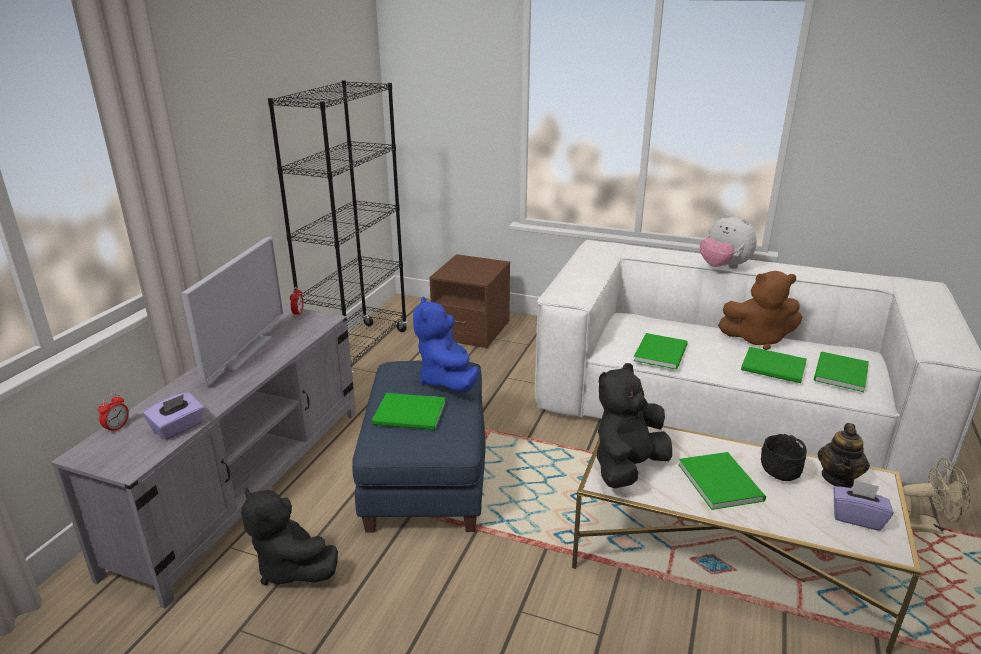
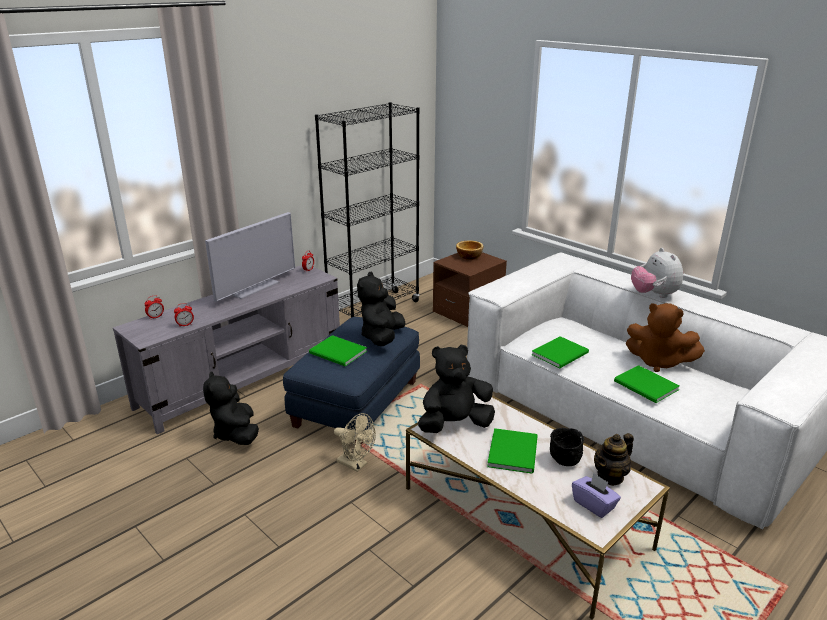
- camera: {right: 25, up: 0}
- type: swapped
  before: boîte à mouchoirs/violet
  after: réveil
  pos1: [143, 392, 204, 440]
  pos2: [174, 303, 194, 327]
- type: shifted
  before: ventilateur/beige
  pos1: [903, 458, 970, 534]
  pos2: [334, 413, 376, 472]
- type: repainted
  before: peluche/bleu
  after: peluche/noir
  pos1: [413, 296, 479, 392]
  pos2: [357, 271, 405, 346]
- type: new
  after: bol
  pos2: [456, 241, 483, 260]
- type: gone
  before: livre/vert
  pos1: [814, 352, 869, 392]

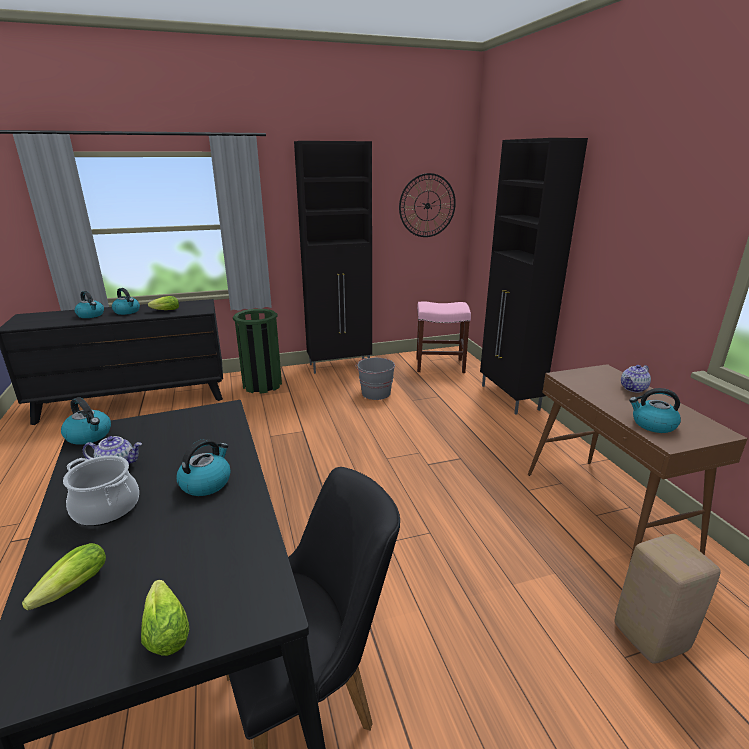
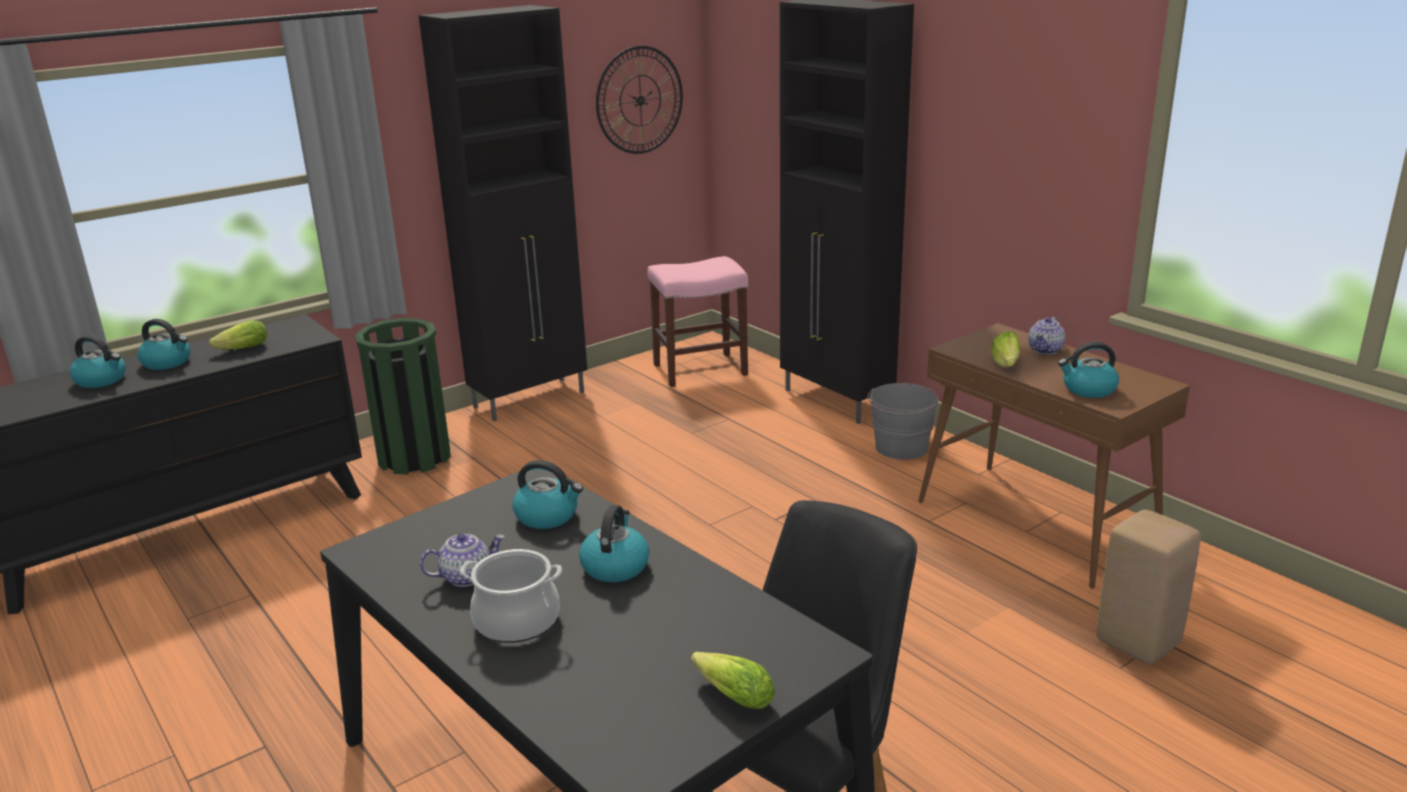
- camera: {right: -20, up: 0}
- type: shifted
  before: bouilloire
  pos1: [61, 397, 111, 445]
  pos2: [512, 460, 583, 529]
- type: shifted
  before: seau/gris
  pos1: [356, 358, 395, 400]
  pos2: [868, 383, 938, 460]
- type: shifted
  before: laitue
  pos1: [22, 543, 106, 611]
  pos2: [991, 331, 1020, 367]

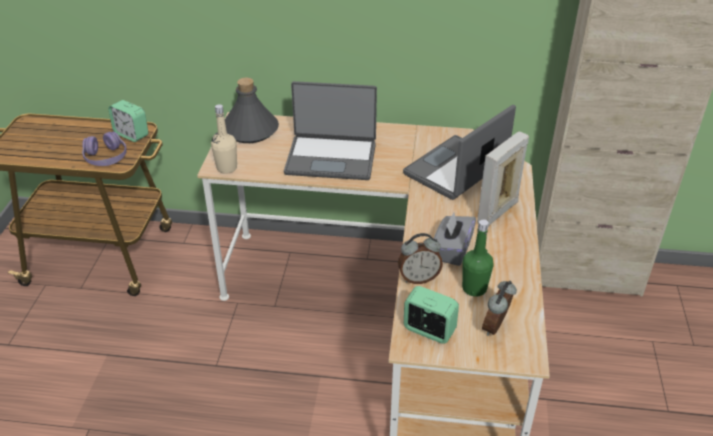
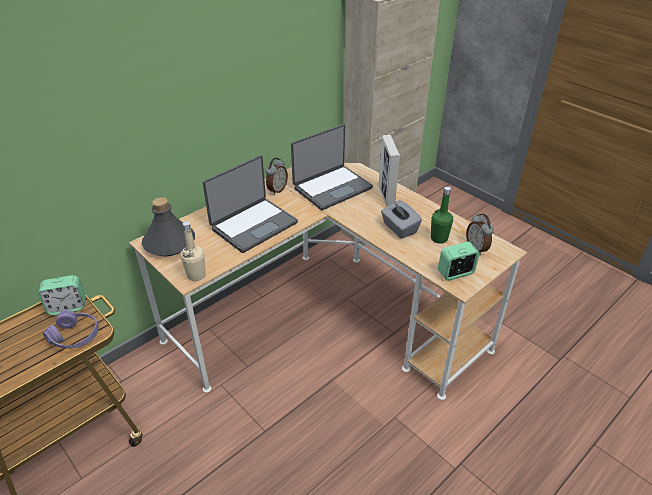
- camera: {right: -50, up: 0}
- type: shifted
  before: réveil
  pos1: [398, 233, 443, 284]
  pos2: [266, 158, 288, 195]
- type: rotated
  before: ordinateur portable
  pos1: [403, 105, 516, 200]
  pos2: [291, 124, 373, 210]
  turn: -120

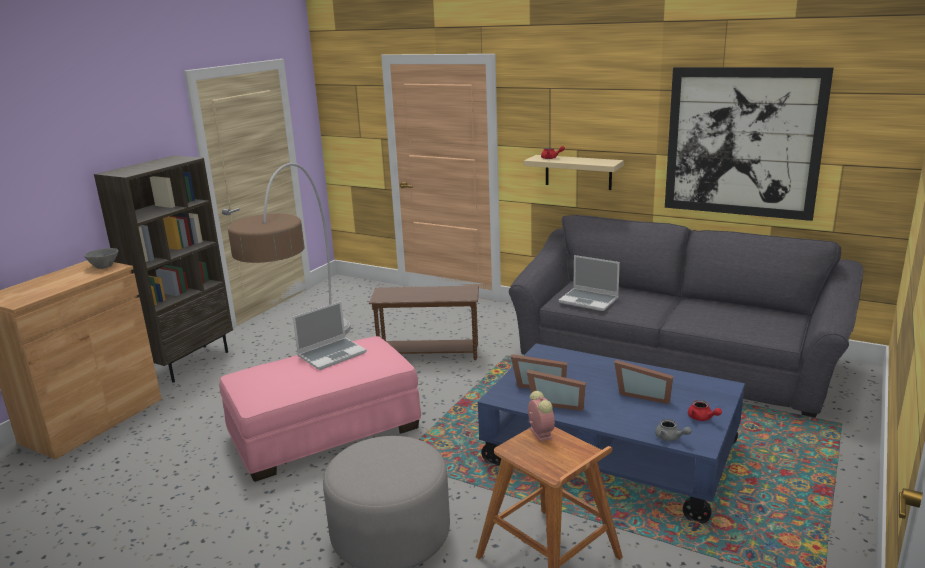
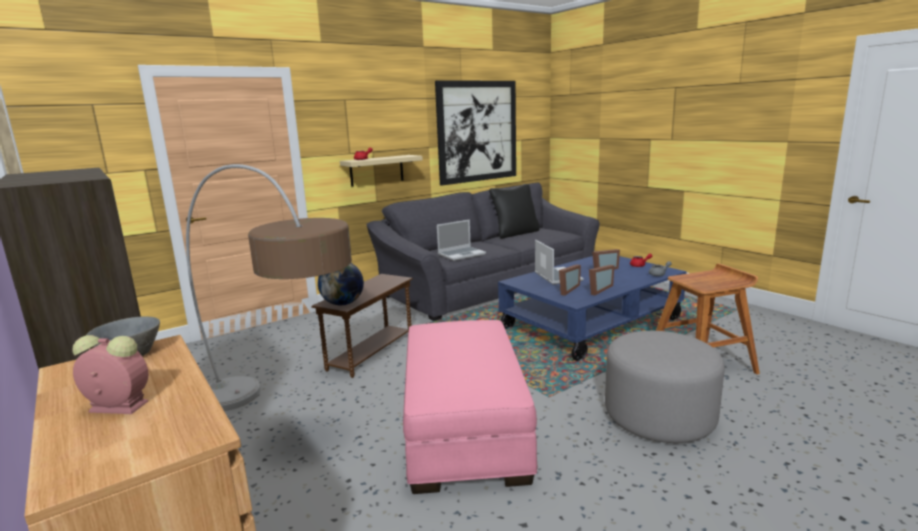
- camera: {right: -65, up: -5}
- type: shifted
  before: réveil
  pos1: [528, 391, 555, 442]
  pos2: [72, 335, 148, 414]
- type: new
  after: globe
  pos2: [318, 263, 364, 305]
- type: new
  after: coussin/noir
  pos2: [489, 184, 540, 238]
- type: shifted
  before: ordinateur portable
  pos1: [293, 301, 367, 370]
  pos2: [535, 240, 584, 285]

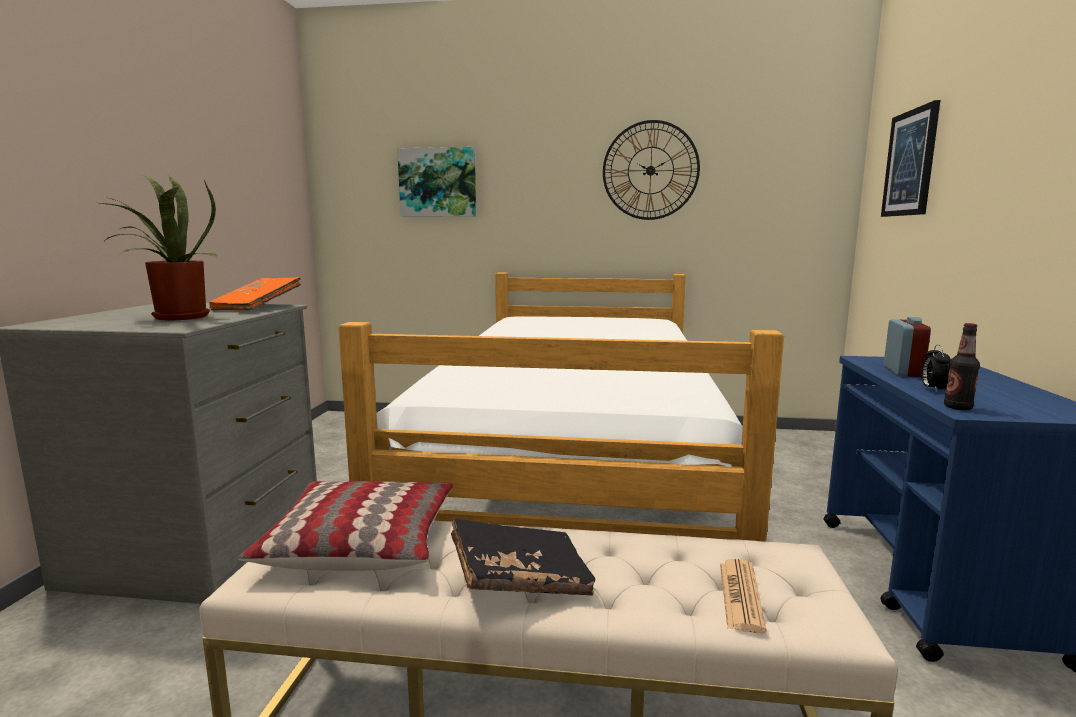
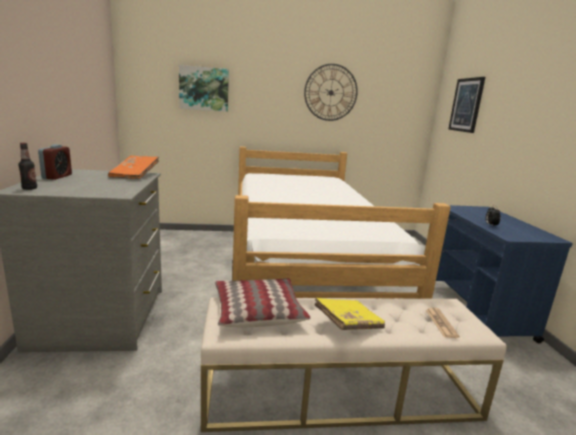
- camera: {right: -15, up: 5}
- type: shifted
  before: bouteille
  pos1: [944, 323, 980, 410]
  pos2: [18, 143, 37, 190]
- type: shifted
  before: réveil
  pos1: [884, 317, 931, 377]
  pos2: [38, 144, 72, 180]
- type: repainted
  before: livre/noir
  after: livre/jaune
  pos1: [451, 519, 595, 596]
  pos2: [314, 298, 385, 330]
- type: gone
  before: plante en pot
  pos1: [101, 175, 218, 320]

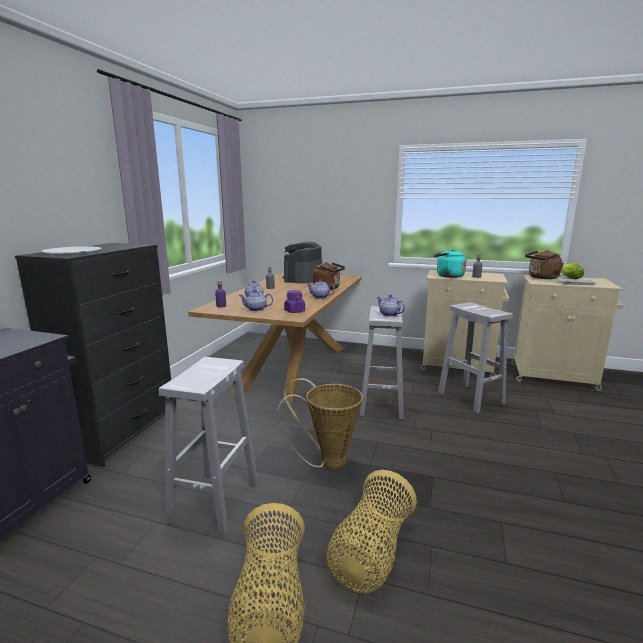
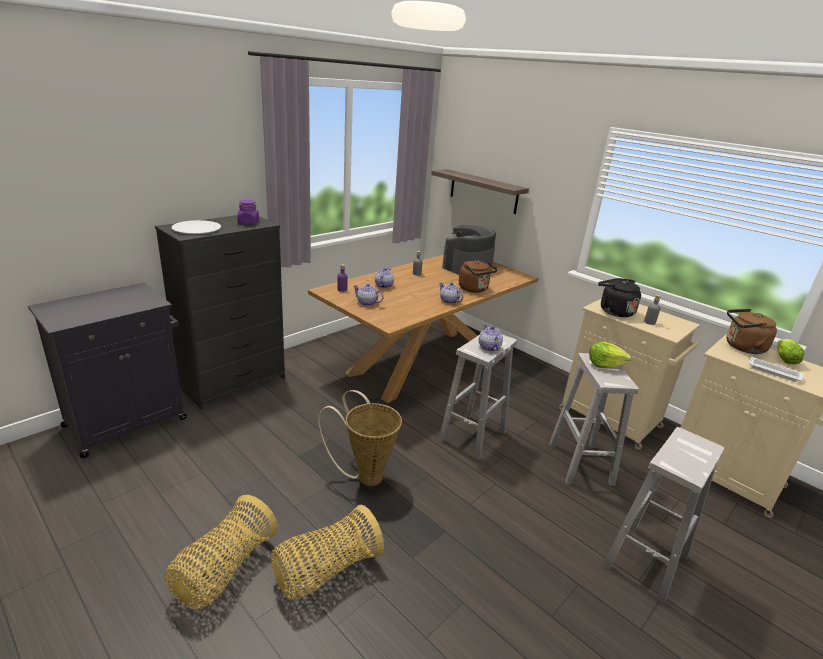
- camera: {right: 25, up: 10}
- type: shifted
  before: bocal/violet
  pos1: [284, 290, 305, 313]
  pos2: [238, 200, 259, 225]
- type: new
  after: étagère
  pos2: [431, 169, 529, 214]
- type: new
  after: laitue
  pos2: [589, 341, 631, 369]
- type: repainted
  before: bouilloire/turquoise
  after: bouilloire/noir
  pos1: [434, 249, 466, 278]
  pos2: [598, 278, 641, 317]
- type: shifted
  before: tabouret/blanc
  pos1: [159, 357, 258, 536]
  pos2: [603, 427, 725, 605]

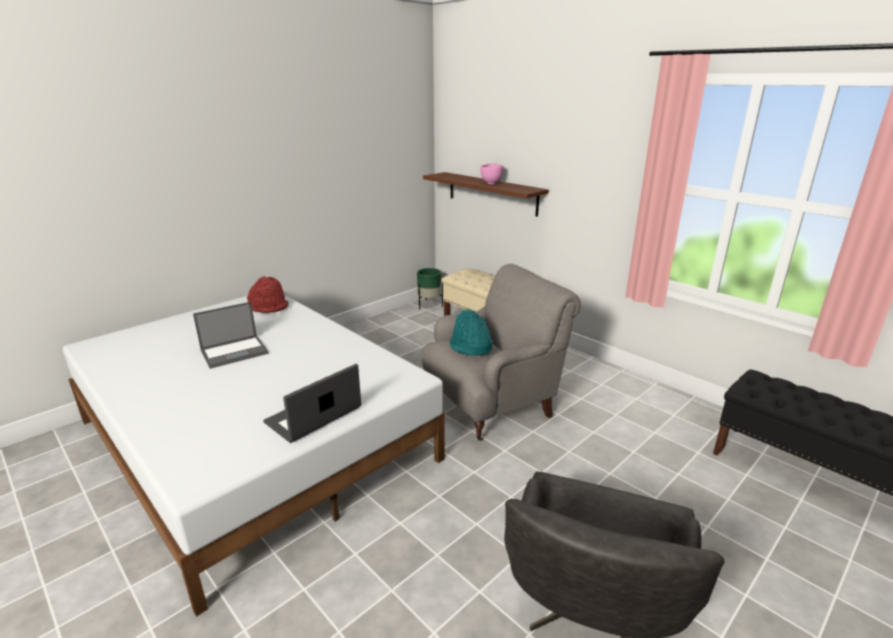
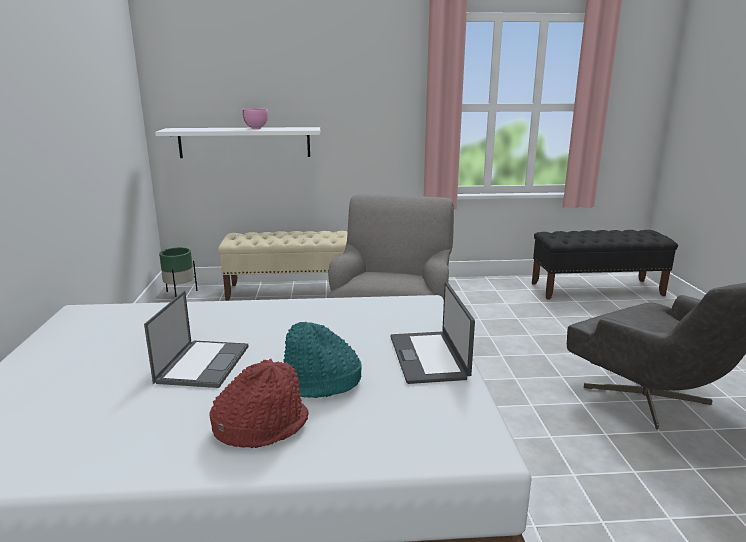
- camera: {right: -50, up: -5}
- type: repainted
  before: étagère/marron
  after: étagère/blanc
  pos1: [423, 172, 549, 216]
  pos2: [155, 127, 320, 158]
- type: shifted
  before: chapeau/rouge
  pos1: [247, 276, 289, 313]
  pos2: [209, 359, 309, 448]
- type: shifted
  before: chapeau/turquoise
  pos1: [450, 309, 492, 356]
  pos2: [283, 322, 362, 398]

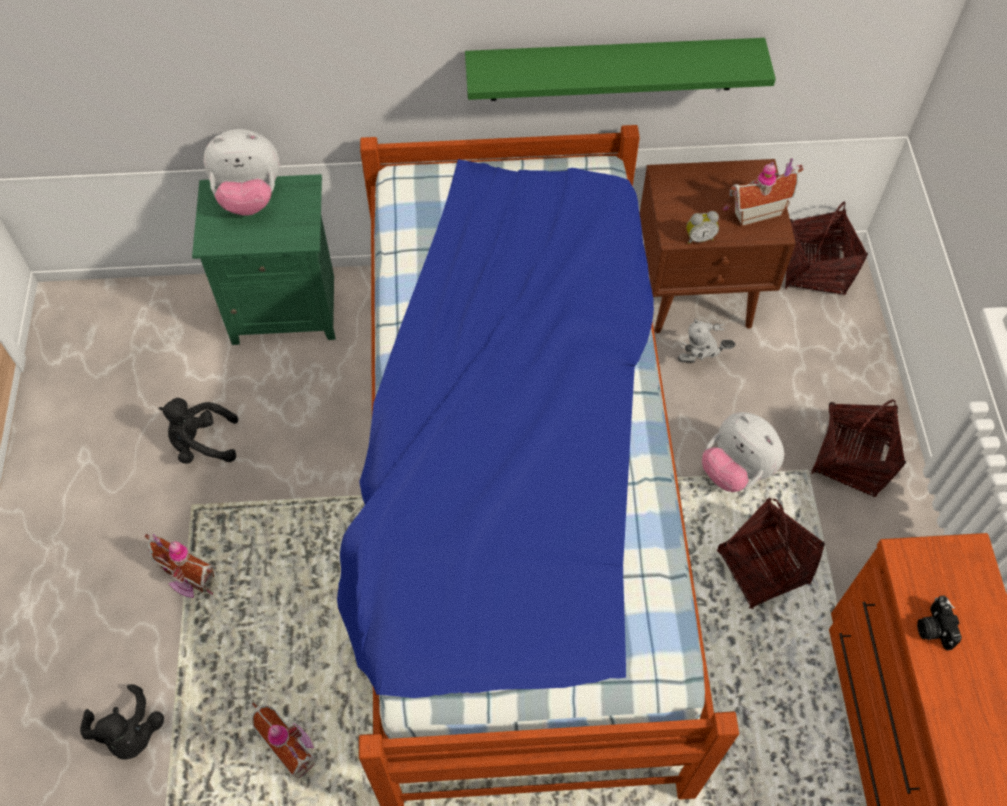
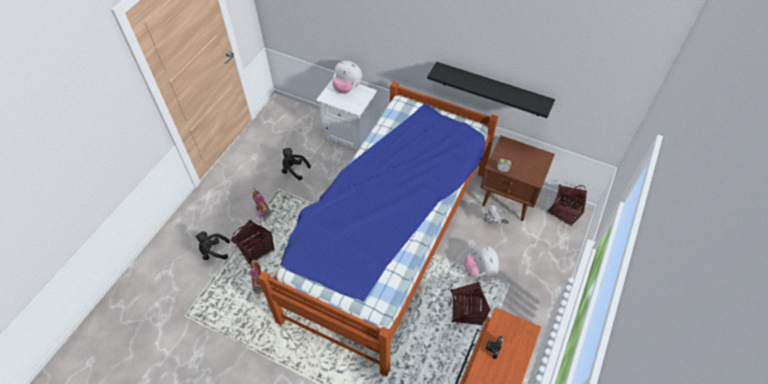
- camera: {right: 30, up: -5}
- type: rotated
  before: peluche/noir
  pos1: [80, 684, 164, 760]
  pos2: [195, 231, 230, 260]
  turn: 90
- type: shifted
  before: panier
  pos1: [811, 399, 906, 498]
  pos2: [231, 219, 274, 265]
- type: repainted
  before: table de chevet/vert
  after: table de chevet/blanc
  pos1: [192, 174, 336, 345]
  pos2: [316, 80, 377, 150]
- type: repainted
  before: étagère/vert
  after: étagère/noir
  pos1: [465, 38, 776, 101]
  pos2: [427, 62, 555, 118]
- type: gone
  before: maison miniature
  pos1: [723, 158, 803, 227]

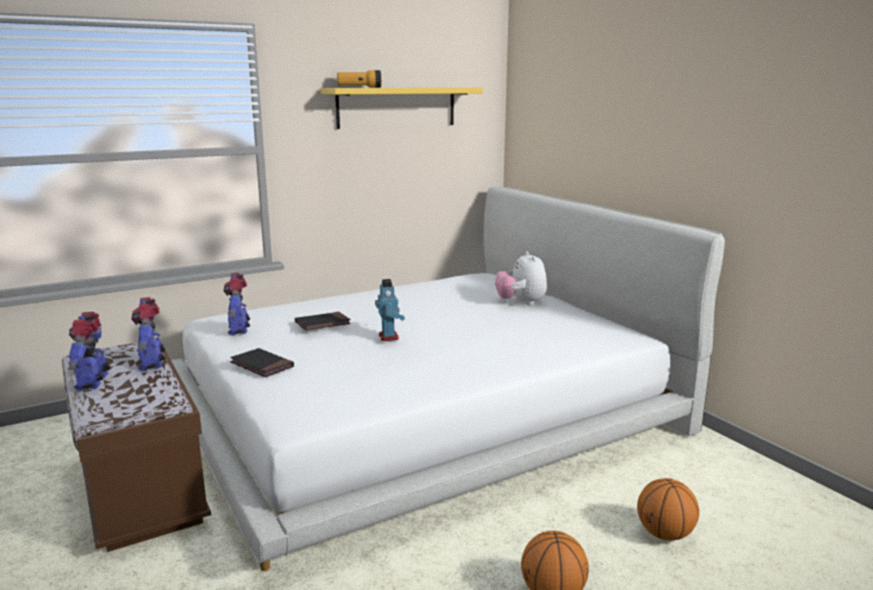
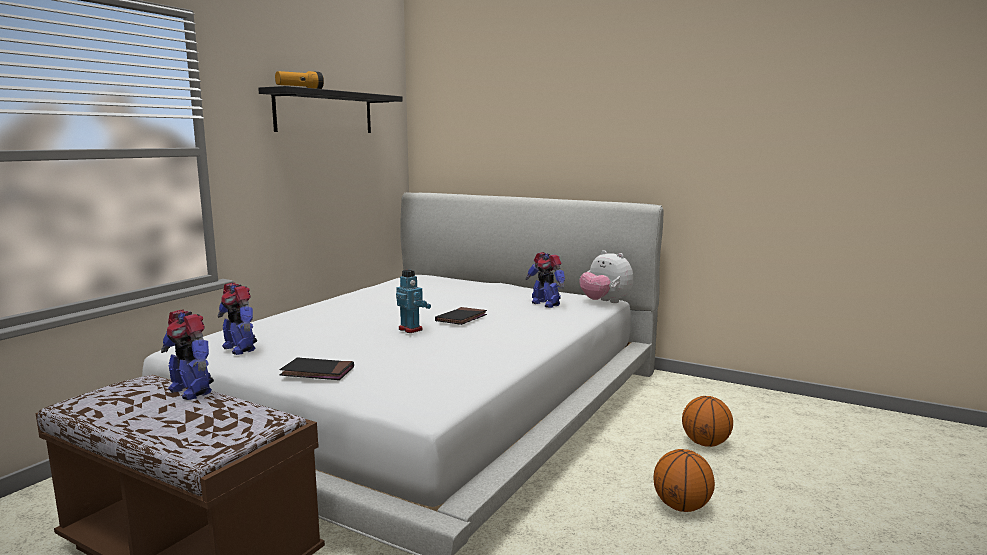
- camera: {right: -30, up: -5}
- type: repainted
  before: étagère/jaune
  after: étagère/noir
  pos1: [321, 88, 483, 129]
  pos2: [258, 86, 403, 133]
- type: shifted
  before: livre/noir
  pos1: [295, 312, 351, 330]
  pos2: [435, 307, 487, 325]
- type: shifted
  before: robot jouet
  pos1: [69, 312, 111, 391]
  pos2: [526, 252, 565, 308]
- type: shifted
  before: peluche
  pos1: [495, 251, 547, 306]
  pos2: [579, 250, 633, 303]

